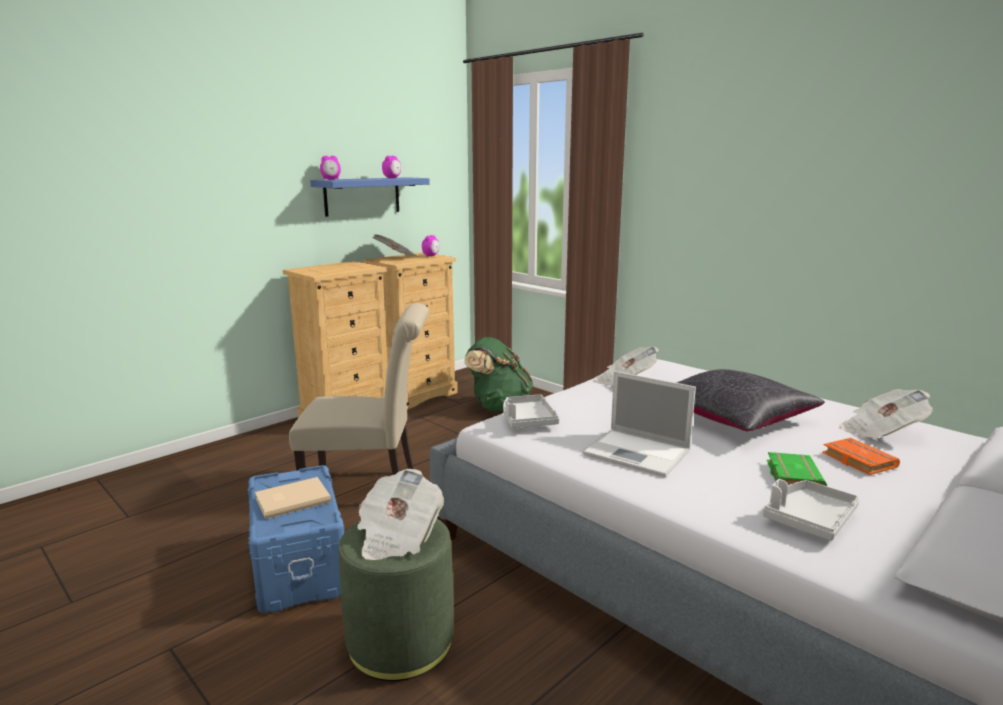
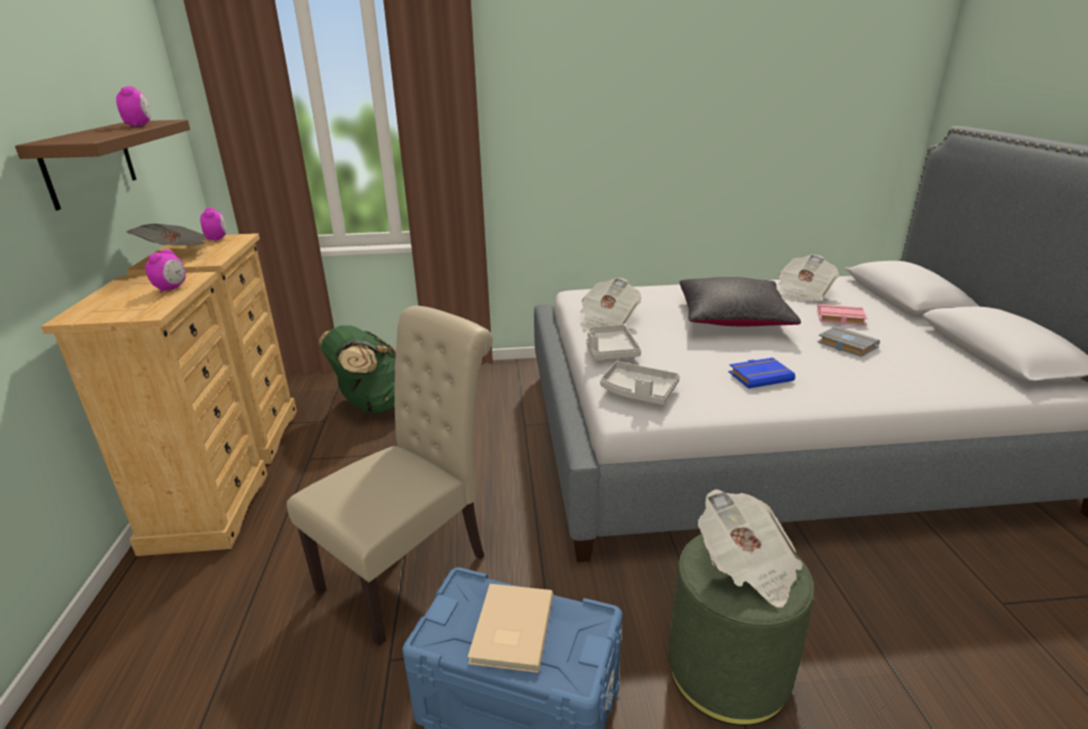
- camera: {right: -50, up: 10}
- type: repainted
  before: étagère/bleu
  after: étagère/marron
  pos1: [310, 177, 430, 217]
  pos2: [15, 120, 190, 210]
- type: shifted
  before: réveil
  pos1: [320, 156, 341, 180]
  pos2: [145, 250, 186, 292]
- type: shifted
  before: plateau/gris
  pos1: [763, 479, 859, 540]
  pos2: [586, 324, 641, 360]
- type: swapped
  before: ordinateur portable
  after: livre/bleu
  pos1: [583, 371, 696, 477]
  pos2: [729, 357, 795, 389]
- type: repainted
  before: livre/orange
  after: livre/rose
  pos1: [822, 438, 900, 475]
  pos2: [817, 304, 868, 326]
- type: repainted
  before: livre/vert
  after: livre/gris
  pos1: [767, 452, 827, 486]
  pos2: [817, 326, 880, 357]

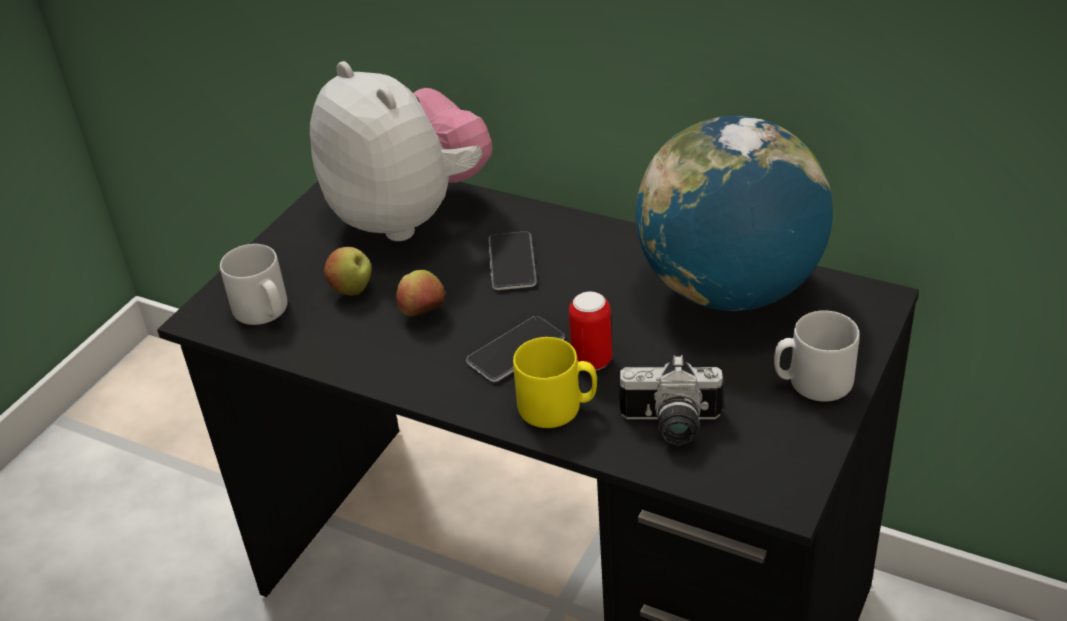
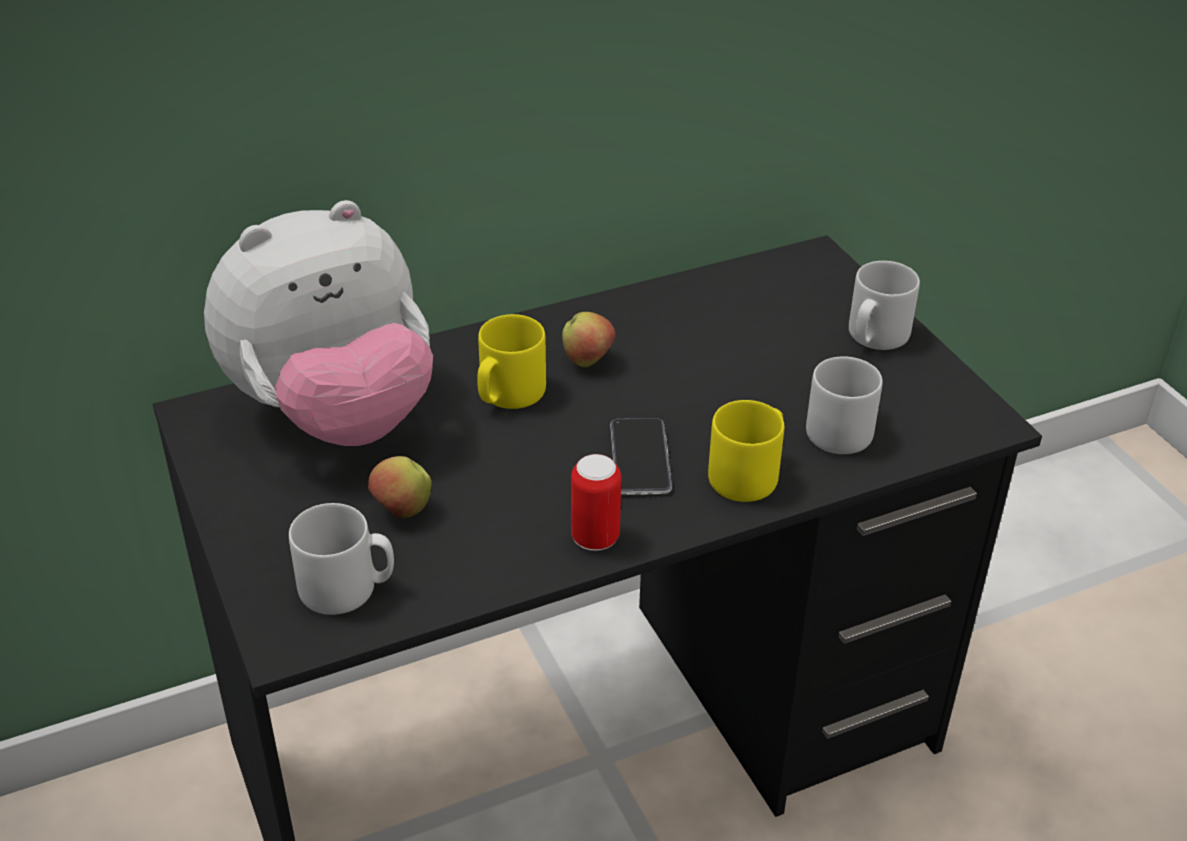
- camera: {right: -55, up: 0}
- type: rotated
  before: peluche
  pos1: [310, 61, 493, 241]
  pos2: [204, 200, 433, 446]
  turn: 150
- type: swapped
  before: téléphone
  after: mug/jaune
  pos1: [489, 231, 537, 290]
  pos2: [477, 314, 546, 409]
- type: shifted
  before: pomme
  pos1: [396, 270, 445, 316]
  pos2: [562, 312, 616, 367]
- type: shifted
  before: boîte métallique
  pos1: [569, 292, 612, 371]
  pos2: [571, 454, 621, 551]
- type: swapped
  before: appareil photo
  after: mug/gris
  pos1: [619, 355, 723, 445]
  pos2: [806, 356, 882, 454]
- type: gone
  before: globe
  pos1: [636, 116, 833, 311]

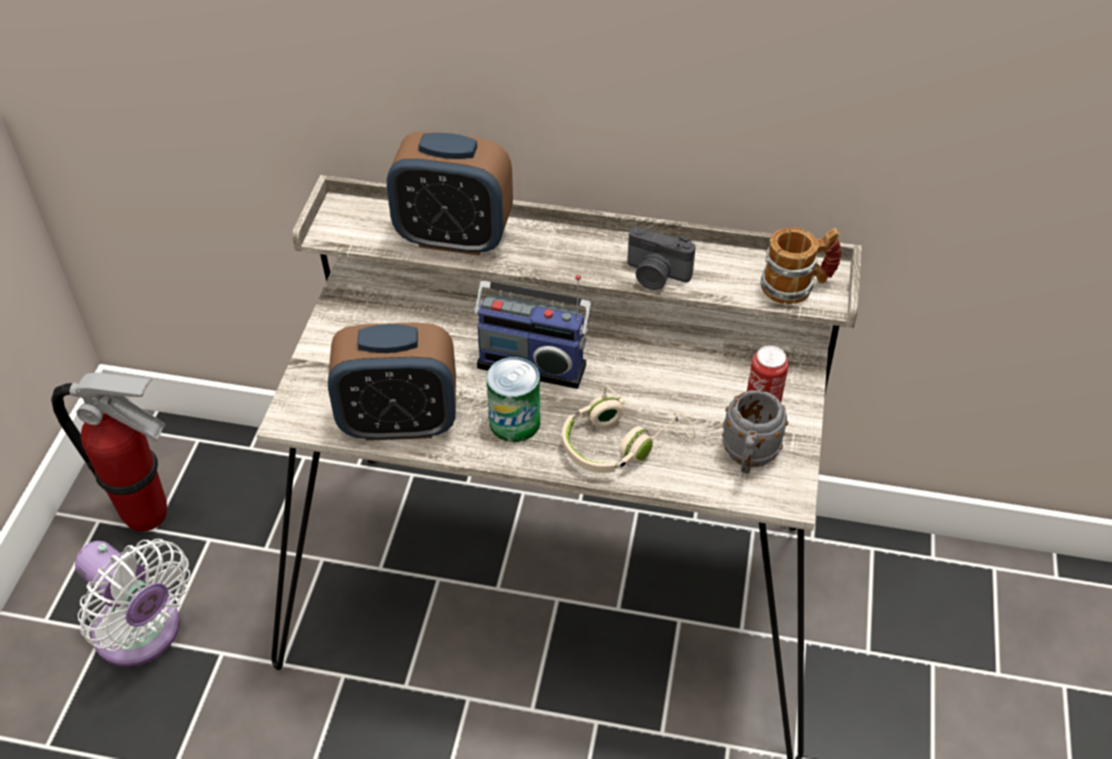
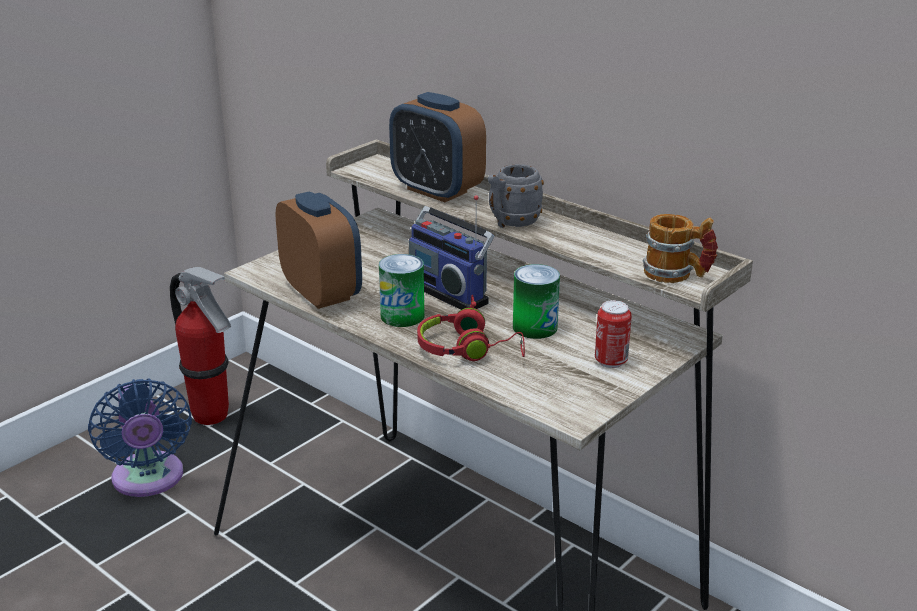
- camera: {right: 30, up: -20}
- type: repainted
  before: ventilateur/blanc
  after: ventilateur/bleu
  pos1: [75, 539, 190, 667]
  pos2: [88, 379, 192, 497]
- type: rotated
  before: réveil
  pos1: [328, 322, 456, 441]
  pos2: [276, 192, 362, 309]
  turn: -150
- type: repainted
  before: casque audio/beige
  after: casque audio/rouge
  pos1: [562, 386, 696, 473]
  pos2: [417, 295, 525, 361]
- type: shifted
  before: mug/gris
  pos1: [722, 390, 788, 474]
  pos2: [488, 164, 544, 228]
- type: new
  after: boîte métallique
  pos2: [513, 264, 560, 339]
- type: gone
  before: appareil photo
  pos1: [627, 226, 696, 290]

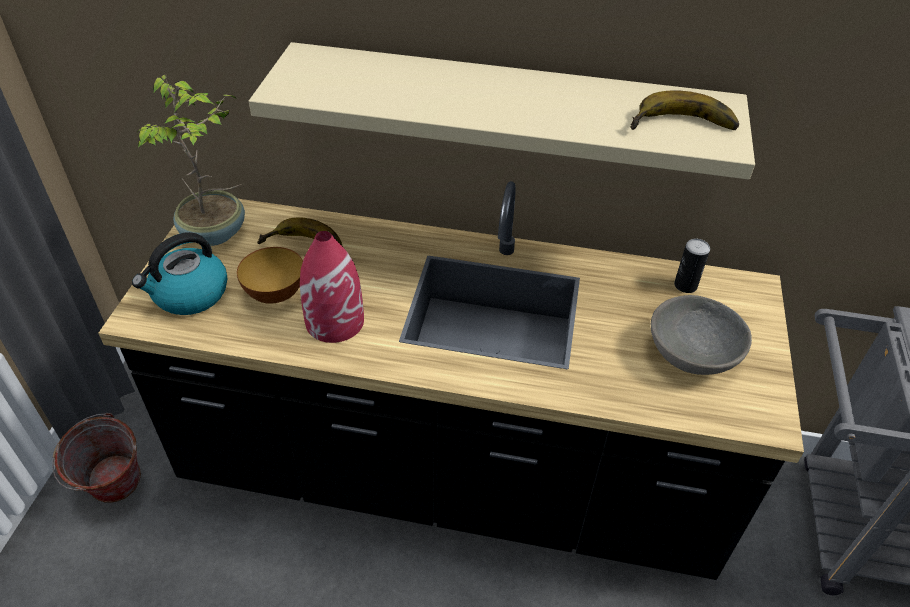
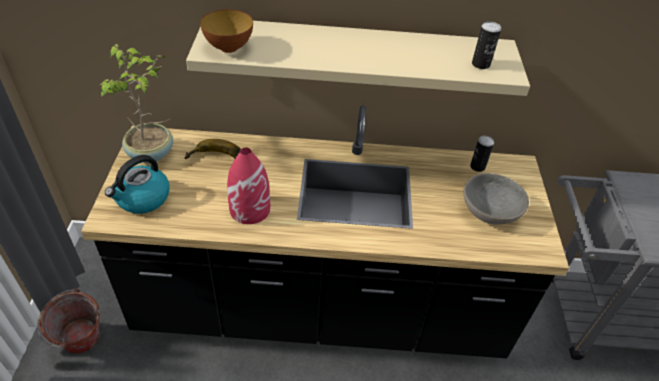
- camera: {right: -10, up: 0}
- type: shifted
  before: bol
  pos1: [237, 247, 303, 303]
  pos2: [200, 9, 253, 53]
- type: swapped
  before: banane
  after: boîte métallique
  pos1: [630, 91, 739, 130]
  pos2: [472, 21, 501, 69]

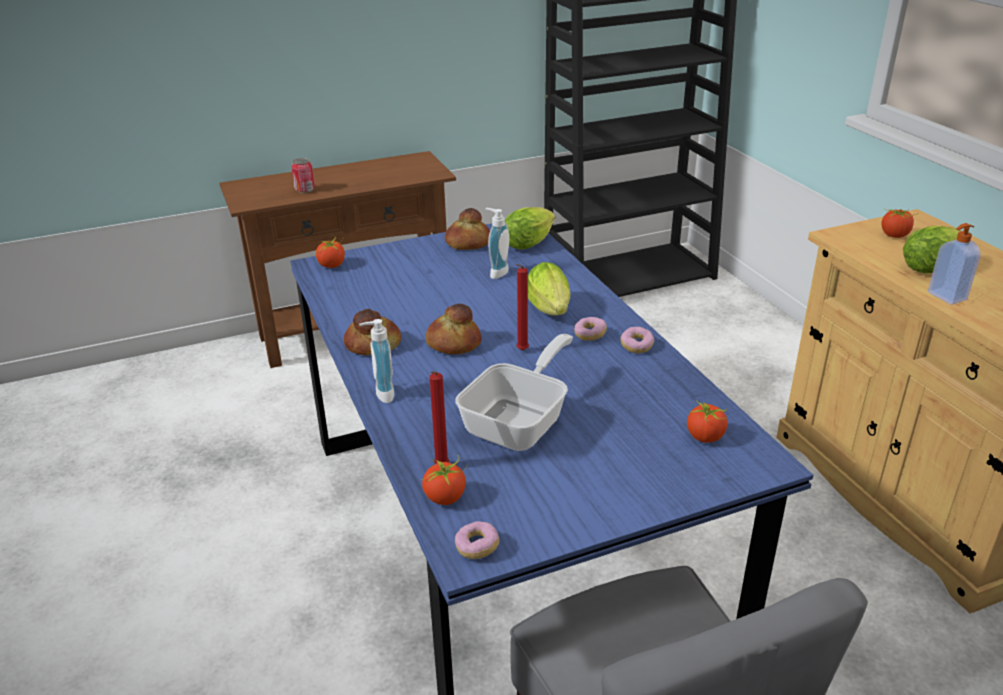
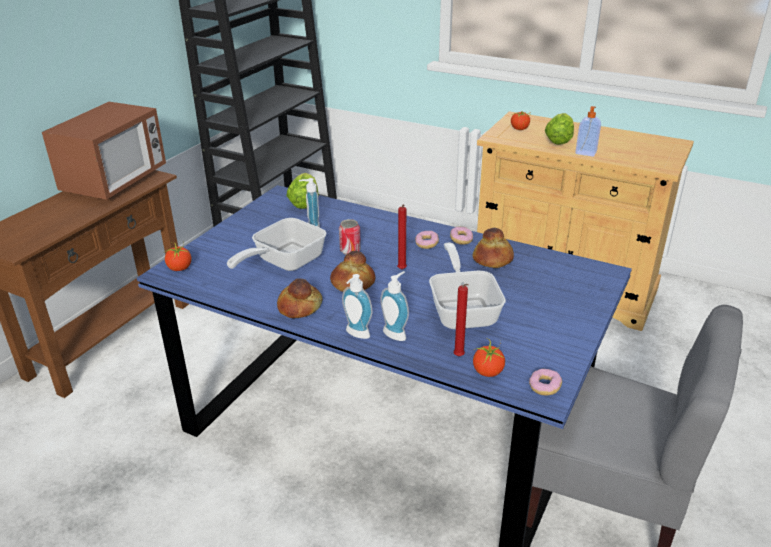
- camera: {right: -40, up: 0}
- type: new
  after: micro-ondes
  pos2: [42, 102, 166, 200]
- type: new
  after: poêle
  pos2: [227, 218, 327, 271]
- type: shifted
  before: boîte métallique
  pos1: [291, 158, 315, 193]
  pos2: [339, 219, 361, 255]
- type: new
  after: distributeur de savon
  pos2: [380, 271, 409, 341]
- type: shifted
  before: pain
  pos1: [445, 208, 490, 250]
  pos2: [472, 228, 514, 268]
- type: gone
  before: laitue
  pos1: [528, 262, 570, 315]
- type: gone
  before: tomate
  pos1: [687, 400, 728, 443]

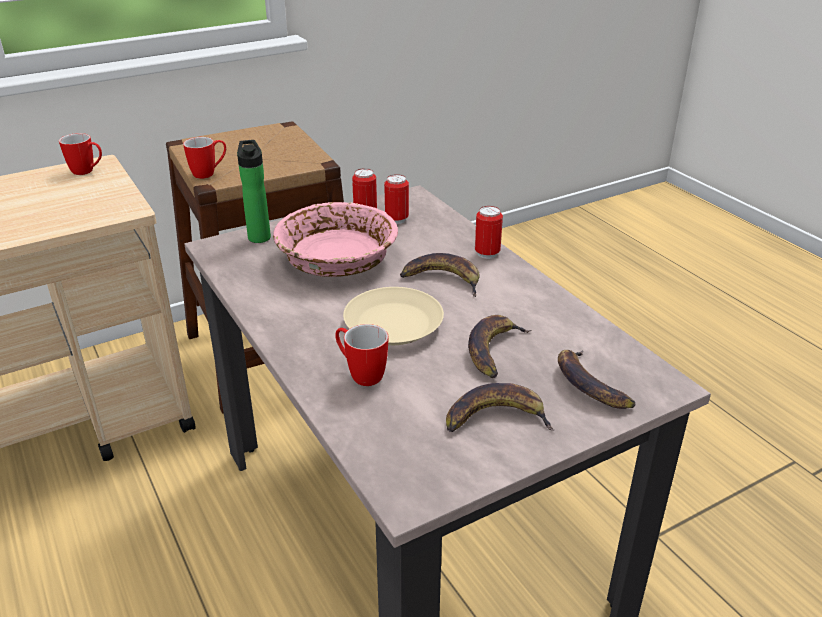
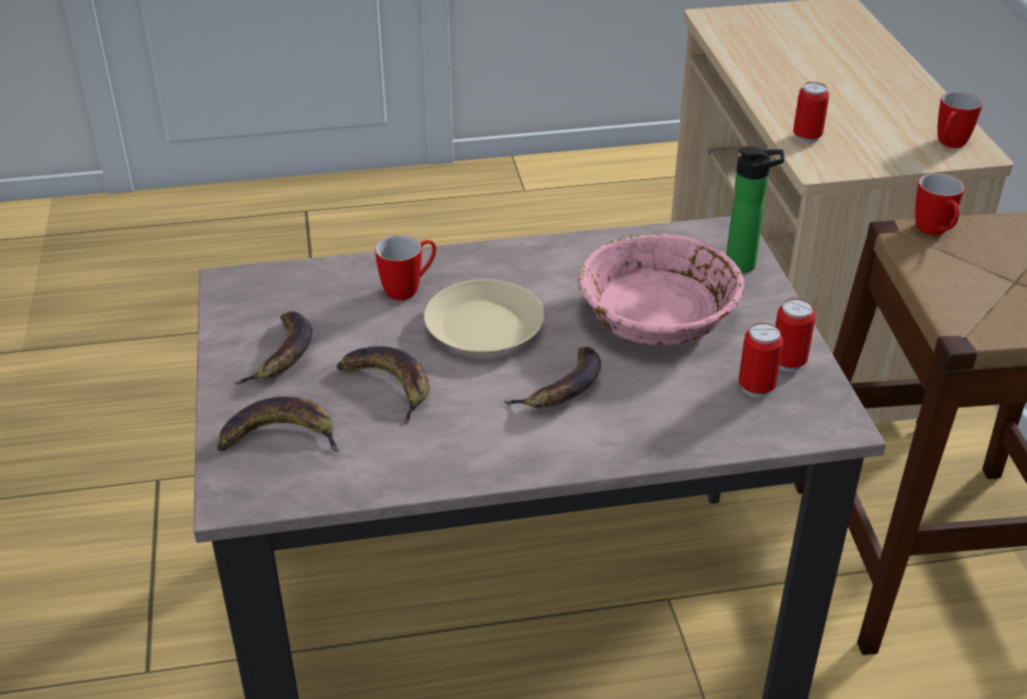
- camera: {right: 110, up: 5}
- type: shifted
  before: boîte métallique
  pos1: [475, 206, 503, 259]
  pos2: [793, 82, 829, 143]

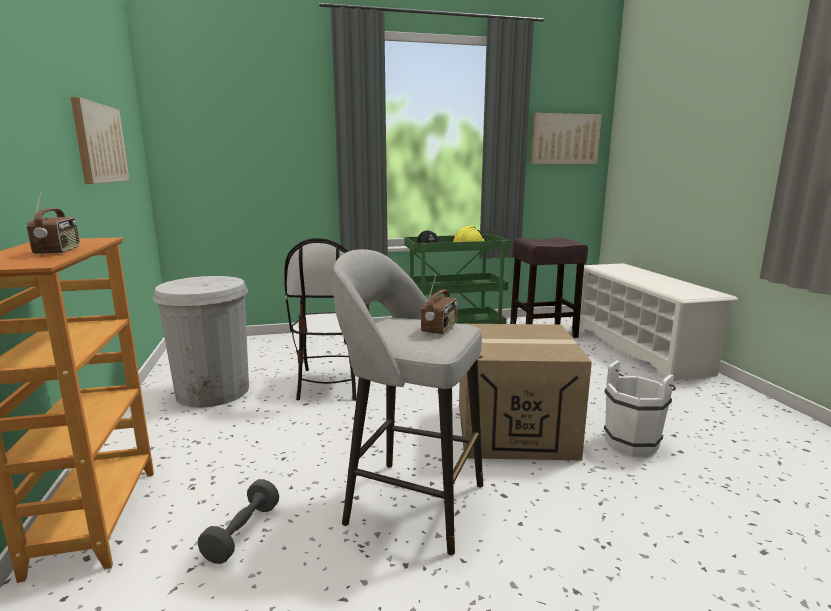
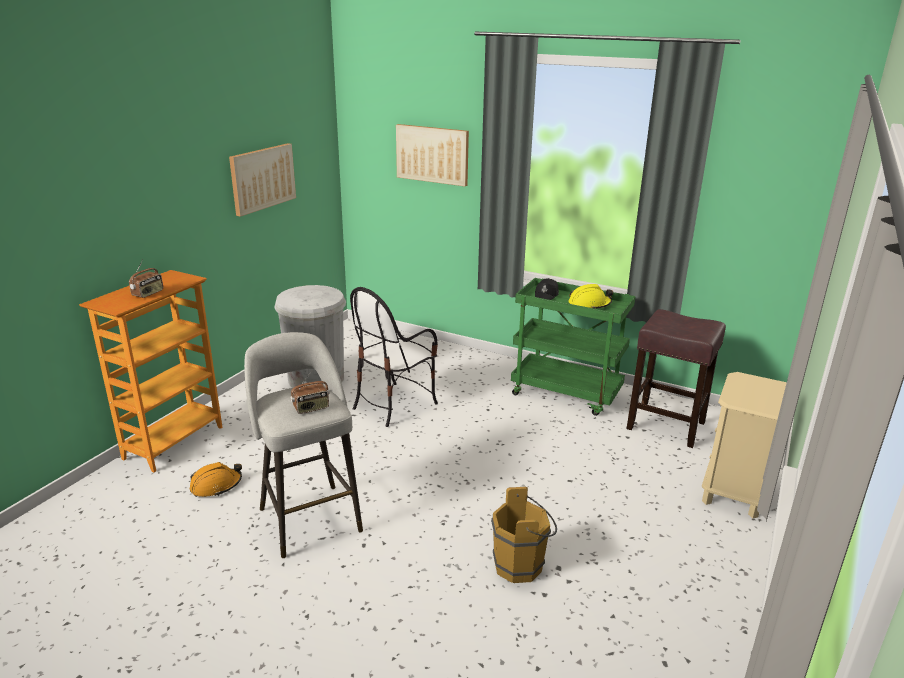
- camera: {right: 40, up: 10}
- type: swapped
  before: haltère/gris
  after: casque de chantier/orange
  pos1: [198, 479, 279, 564]
  pos2: [190, 462, 242, 497]
- type: shifted
  before: tableau
  pos1: [531, 113, 602, 164]
  pos2: [396, 124, 469, 186]
- type: repainted
  before: seau/blanc
  after: seau/marron
  pos1: [604, 360, 676, 456]
  pos2: [491, 487, 557, 583]
- type: swapped
  before: étagère à chaussures/blanc
  after: table de chevet/beige
  pos1: [579, 263, 738, 380]
  pos2: [702, 372, 787, 518]
- type: gone
  before: carton
  pos1: [459, 324, 592, 460]

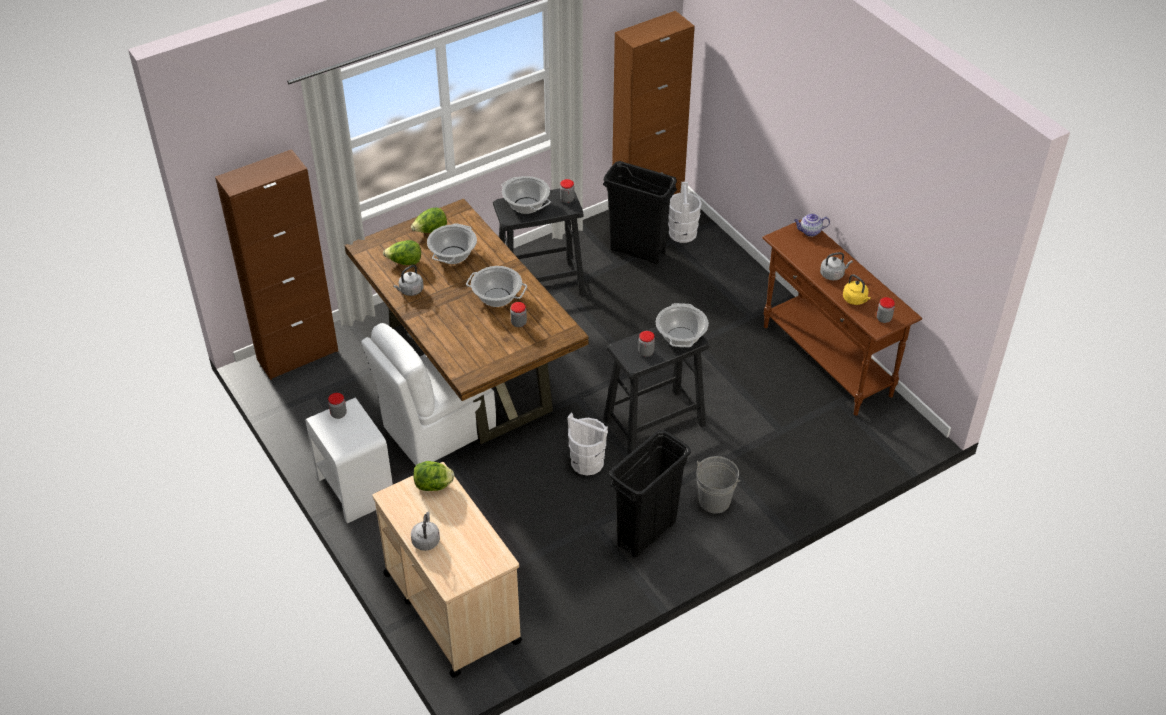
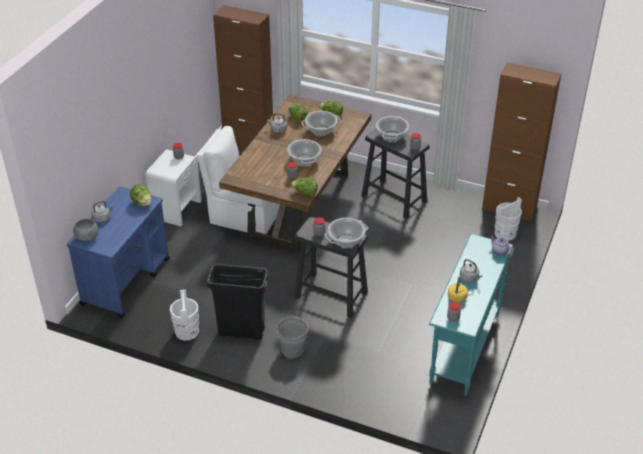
- camera: {right: 55, up: -5}
- type: repainted
  before: chariot/beige
  after: chariot/bleu
  pos1: [372, 462, 522, 678]
  pos2: [67, 187, 170, 318]
- type: new
  after: bol/gris
  pos2: [73, 219, 98, 241]
- type: shifted
  before: seau/blanc
  pos1: [567, 413, 608, 475]
  pos2: [170, 290, 199, 341]
- type: new
  after: laitue
  pos2: [291, 178, 318, 196]
- type: repainted
  before: table console/marron
  after: table console/turquoise
  pos1: [762, 219, 922, 416]
  pos2: [429, 234, 513, 396]
- type: gone
  before: poubelle/noir
  pos1: [603, 161, 677, 264]

